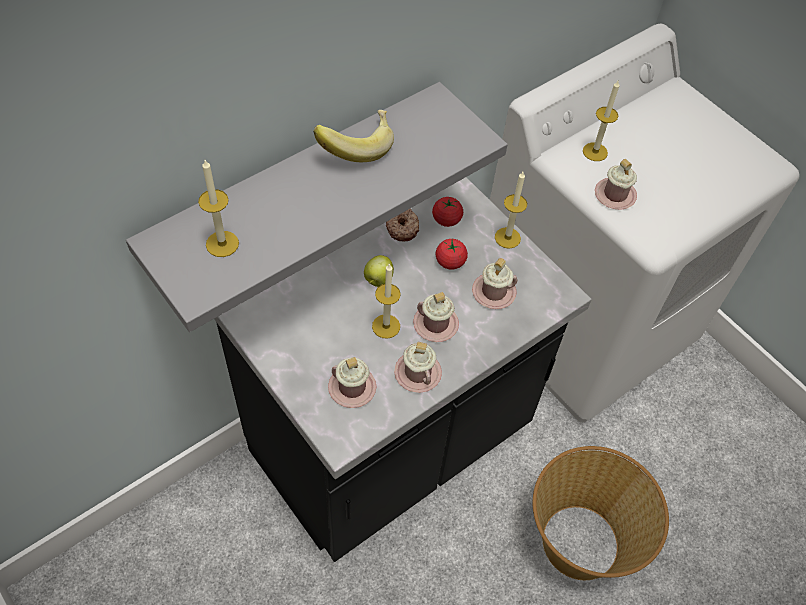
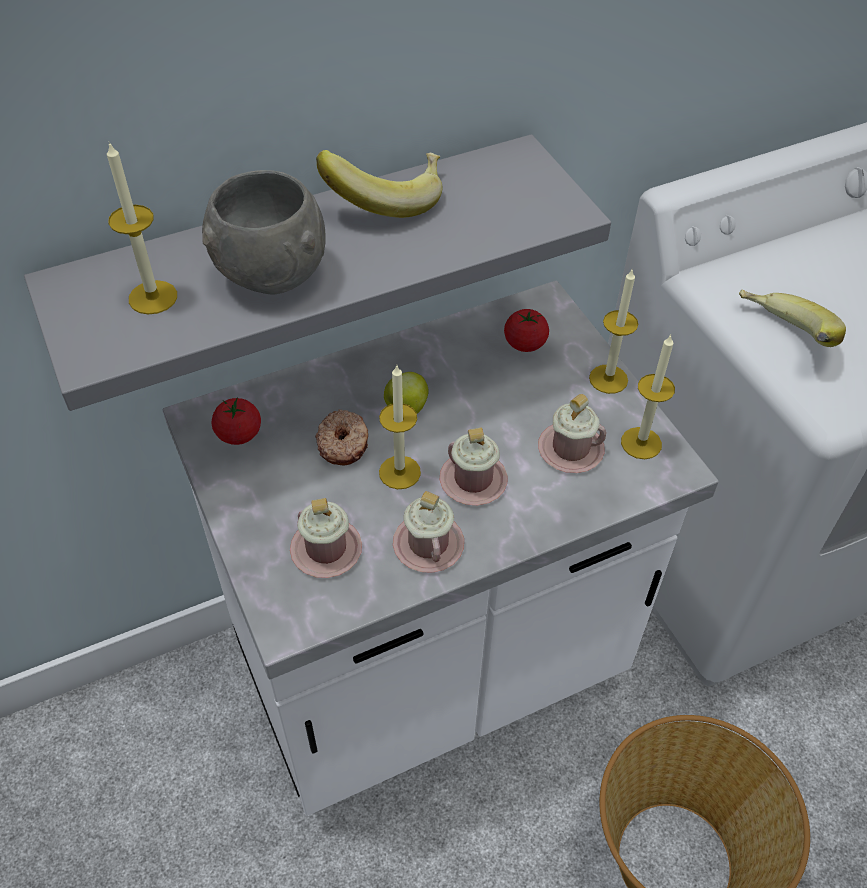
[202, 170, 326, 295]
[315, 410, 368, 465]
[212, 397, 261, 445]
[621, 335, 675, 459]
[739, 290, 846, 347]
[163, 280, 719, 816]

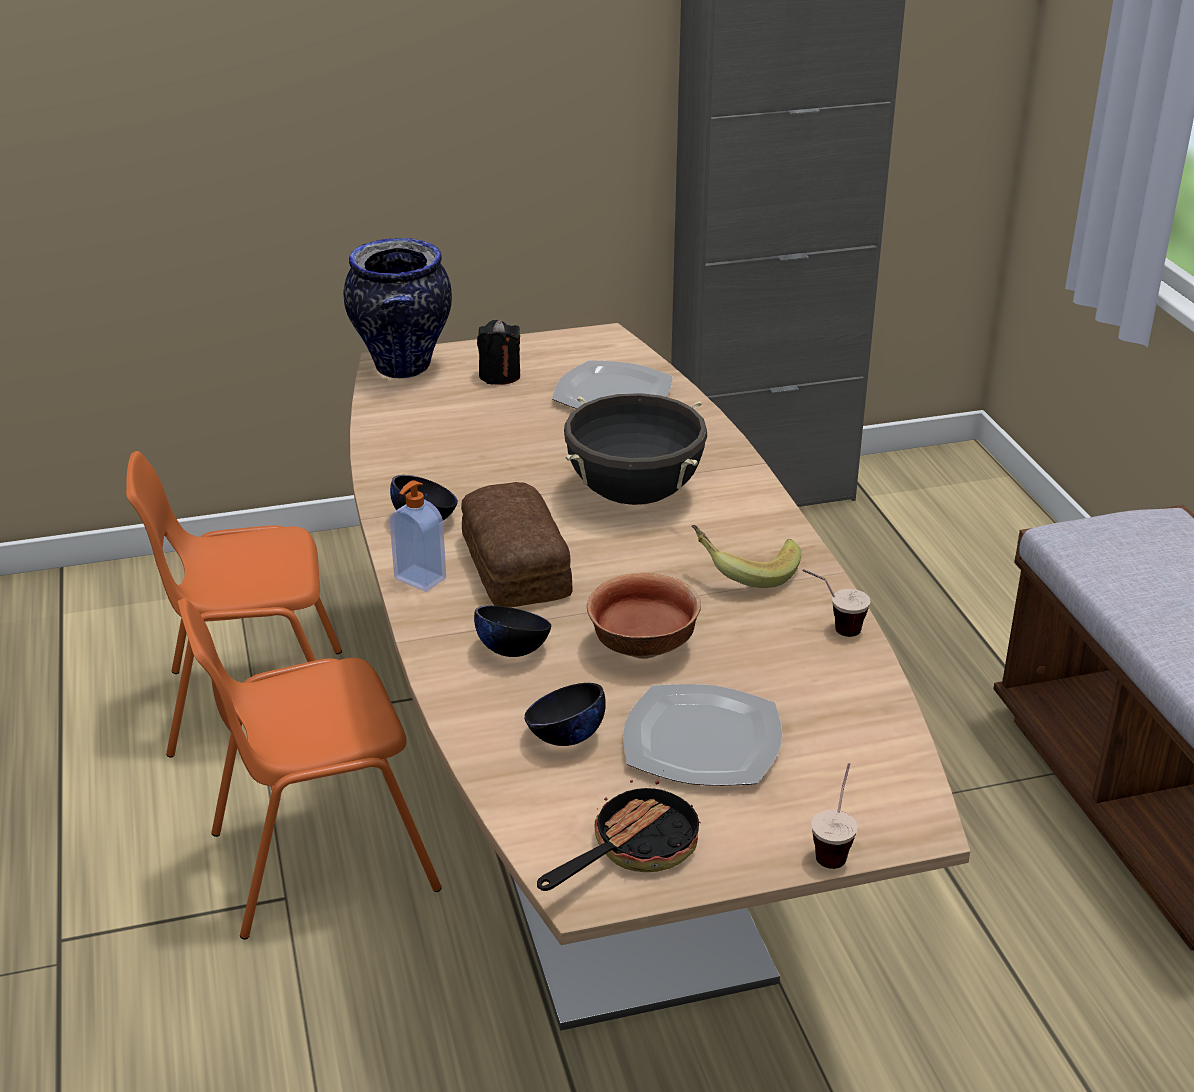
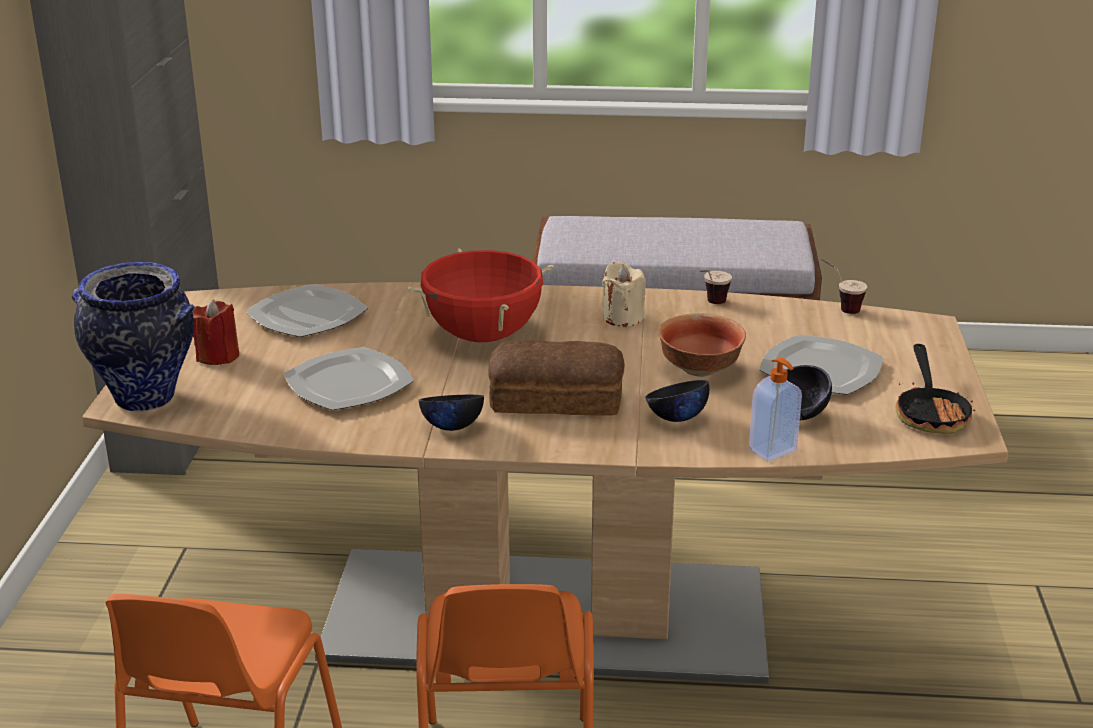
[284, 347, 414, 410]
[749, 358, 802, 461]
[821, 259, 867, 314]
[602, 262, 646, 327]
[192, 299, 239, 365]
[408, 248, 554, 342]
[895, 344, 975, 434]

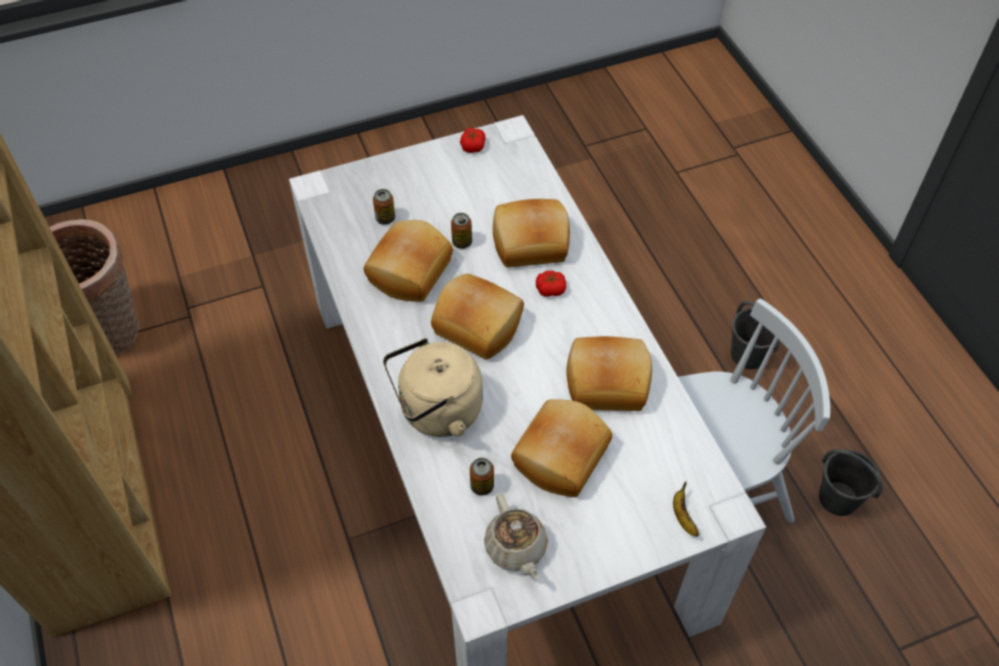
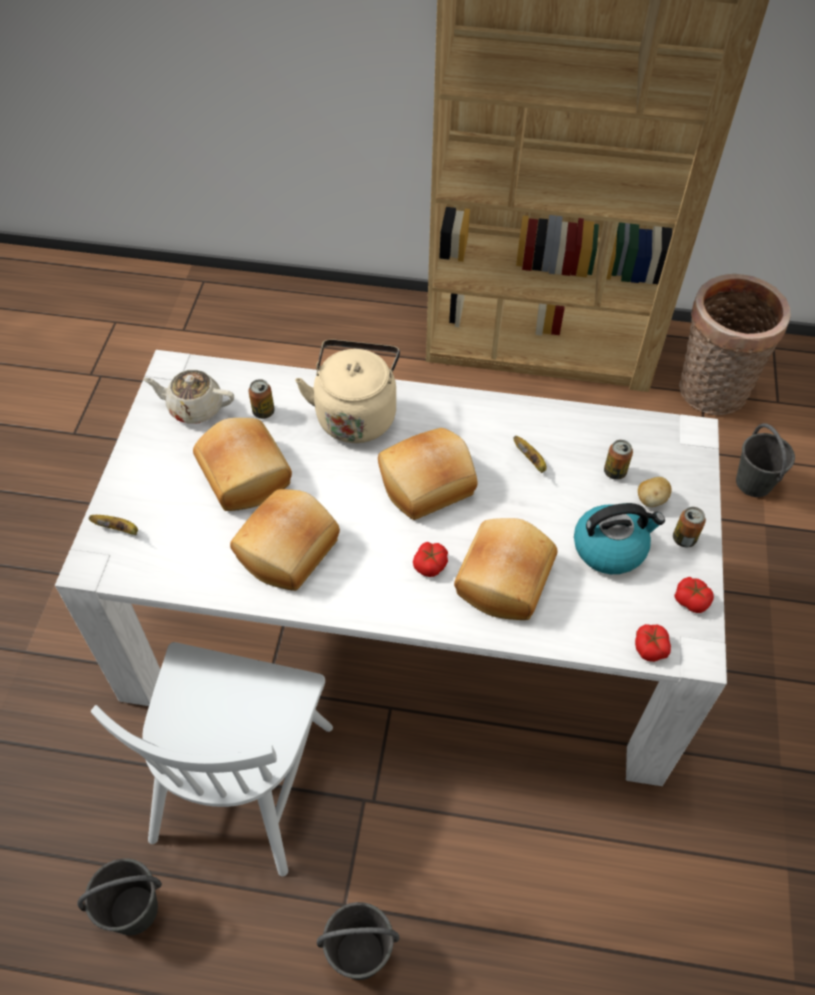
[574, 503, 665, 574]
[635, 624, 671, 662]
[638, 477, 672, 507]
[736, 423, 795, 497]
[673, 507, 706, 547]
[513, 436, 547, 473]

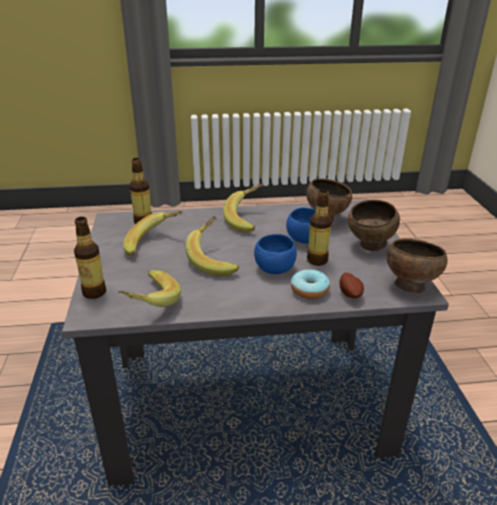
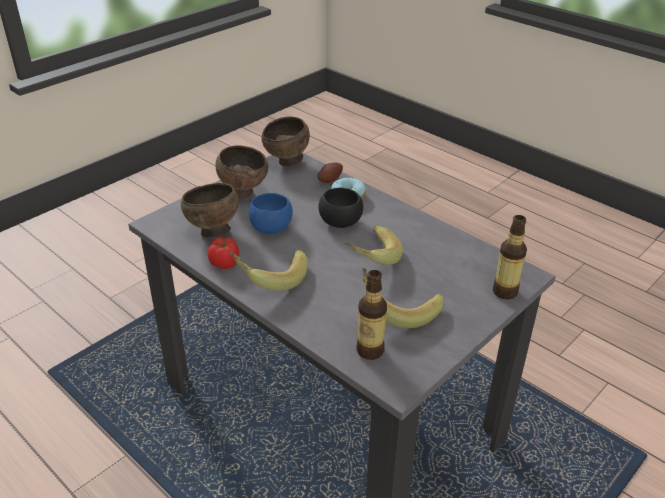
[118, 270, 181, 307] (first image)
[307, 190, 332, 266] (first image)
[208, 237, 239, 269]
[318, 187, 363, 228]

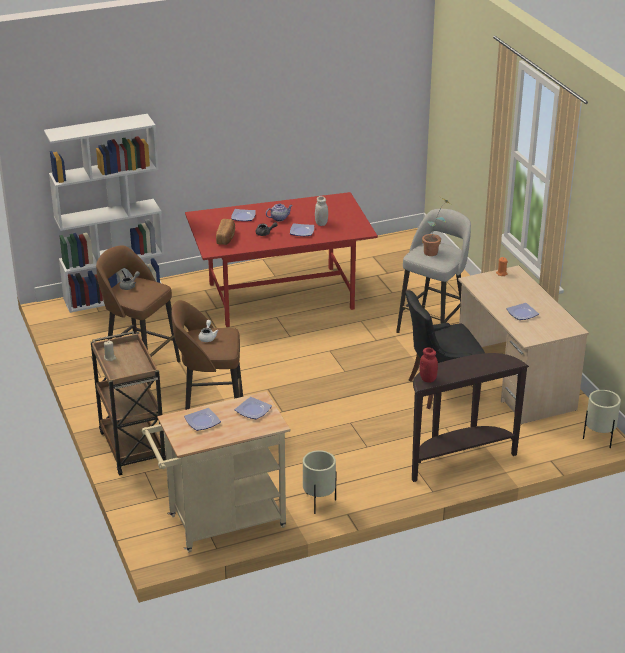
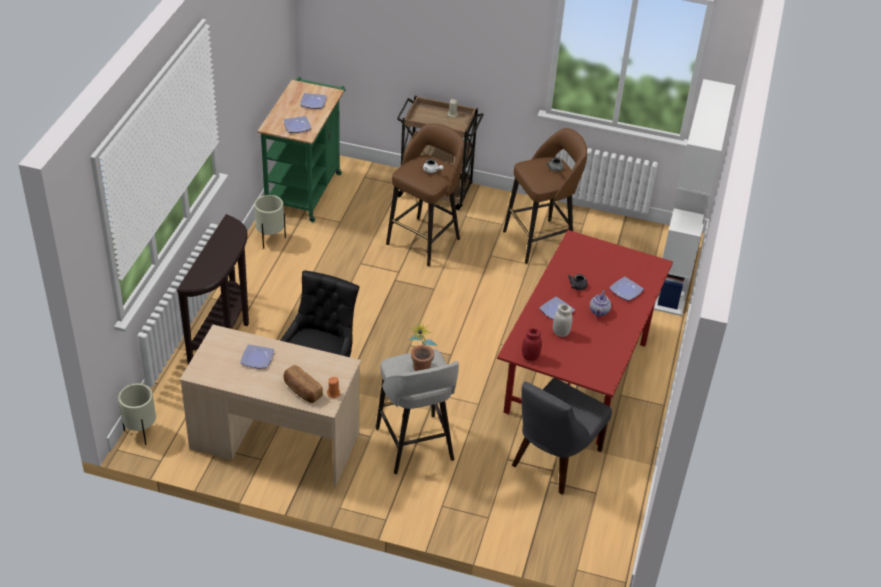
[512, 378, 612, 494]
[283, 365, 323, 403]
[522, 328, 542, 361]
[258, 77, 346, 222]

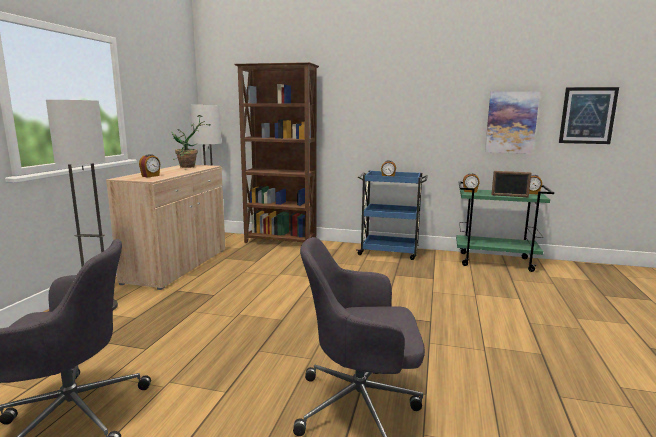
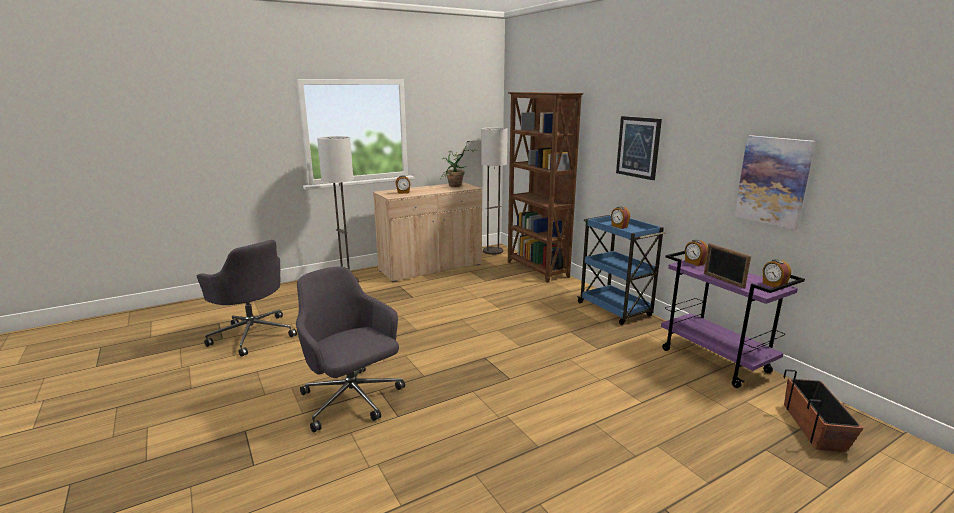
[784, 369, 864, 452]
[616, 116, 662, 180]
[661, 251, 805, 388]

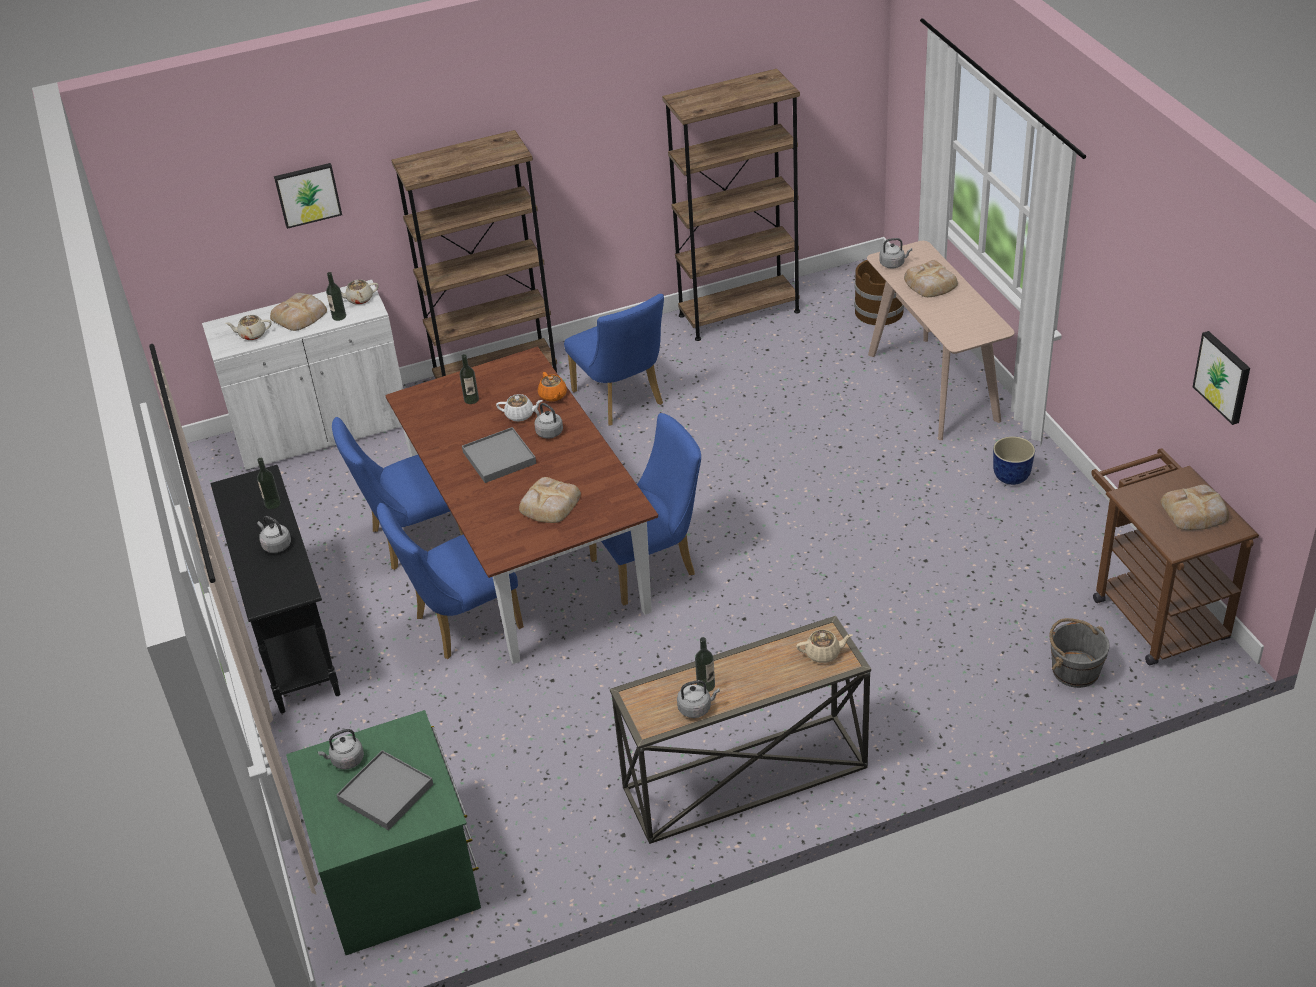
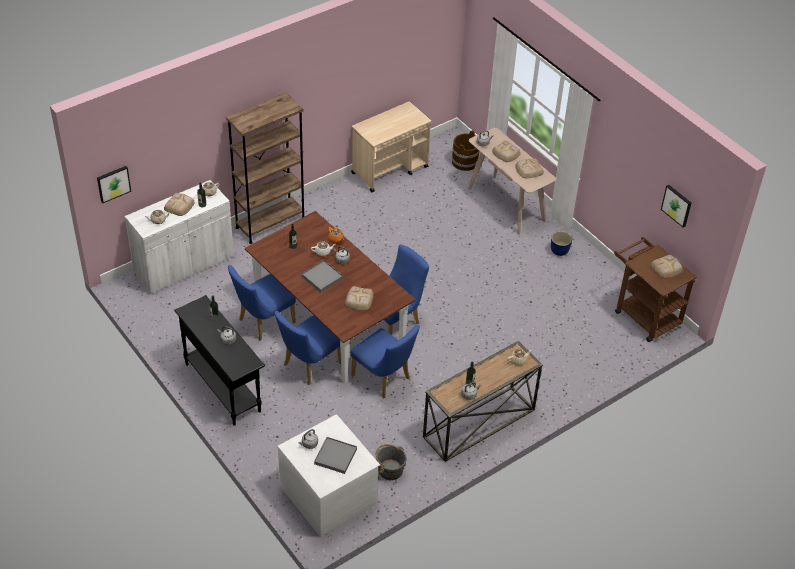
[515, 158, 544, 178]
[97, 166, 131, 203]
[351, 325, 420, 398]
[376, 444, 407, 480]
[351, 101, 432, 192]
[278, 414, 380, 537]

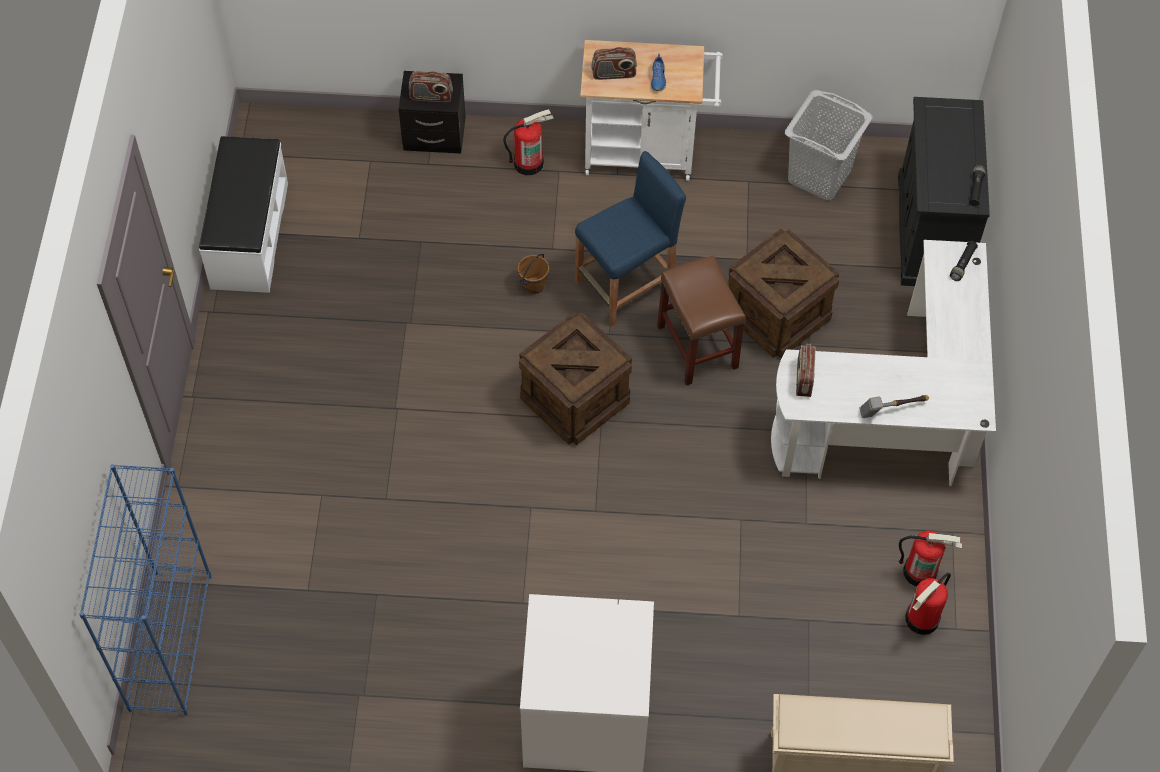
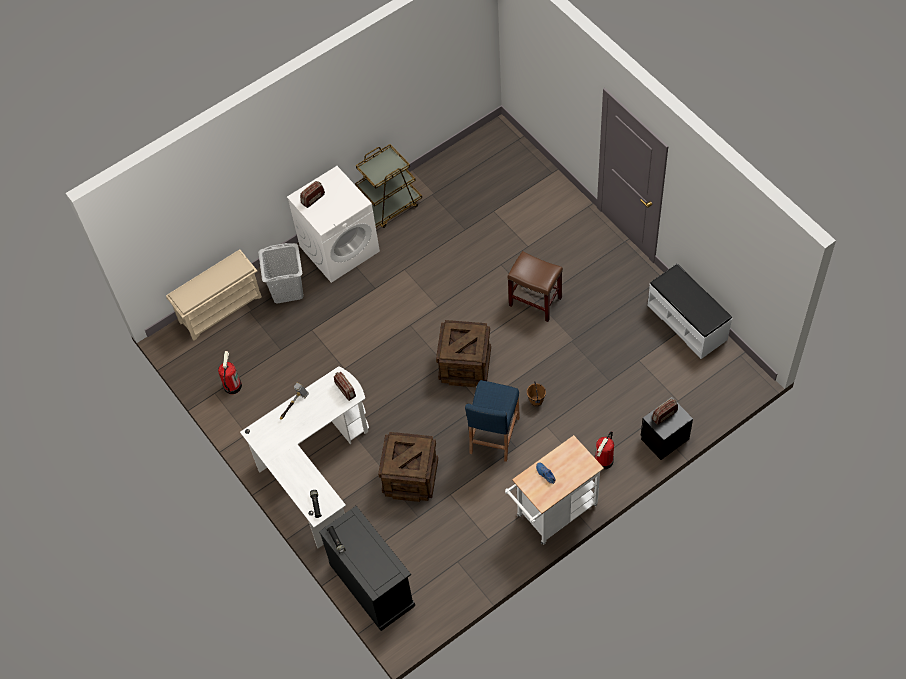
[79, 464, 212, 716] (first image)
[899, 530, 962, 587] (first image)
[355, 144, 422, 228]
[300, 181, 325, 208]
[508, 251, 563, 322]
[258, 243, 304, 304]

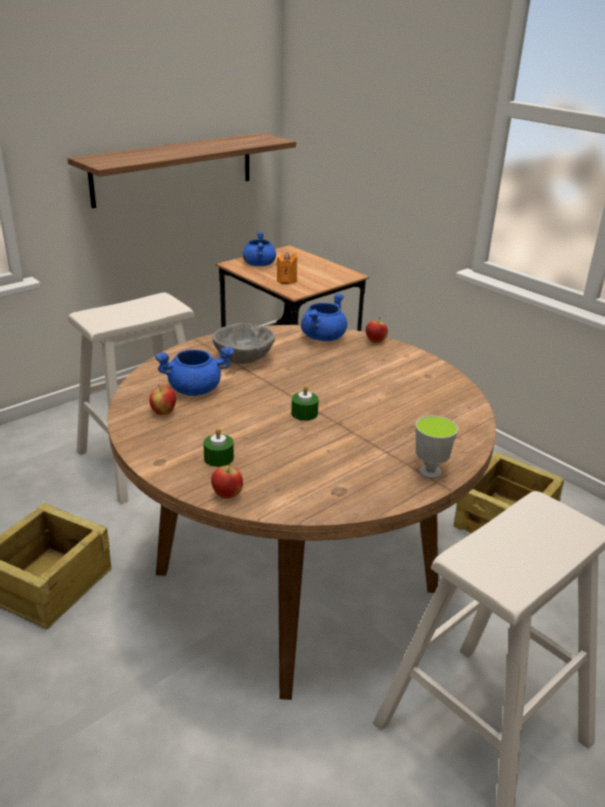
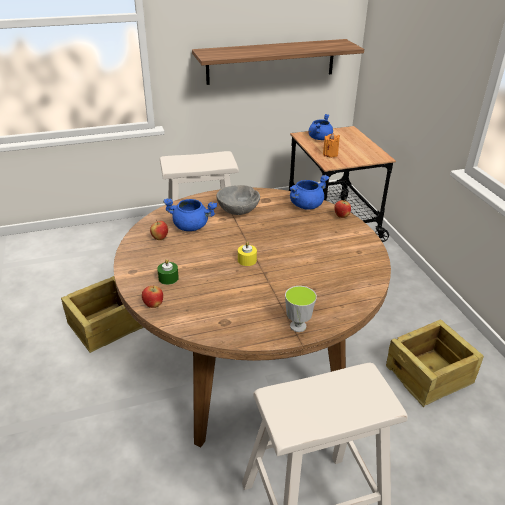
[238, 241, 257, 266]

